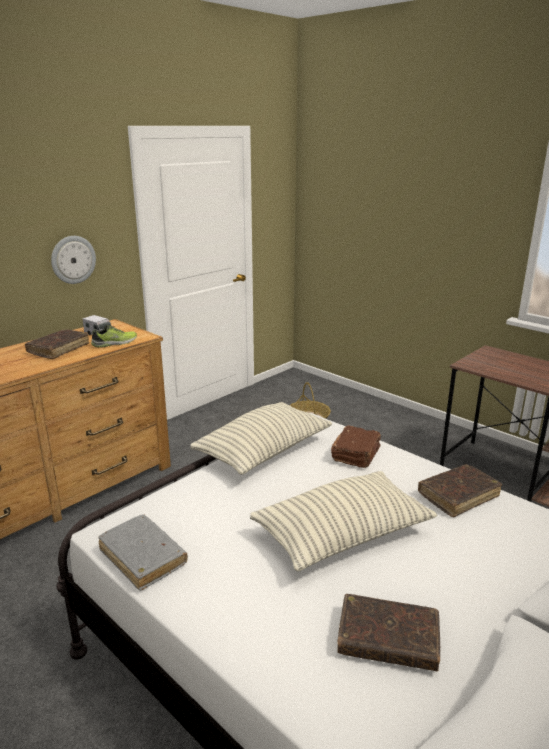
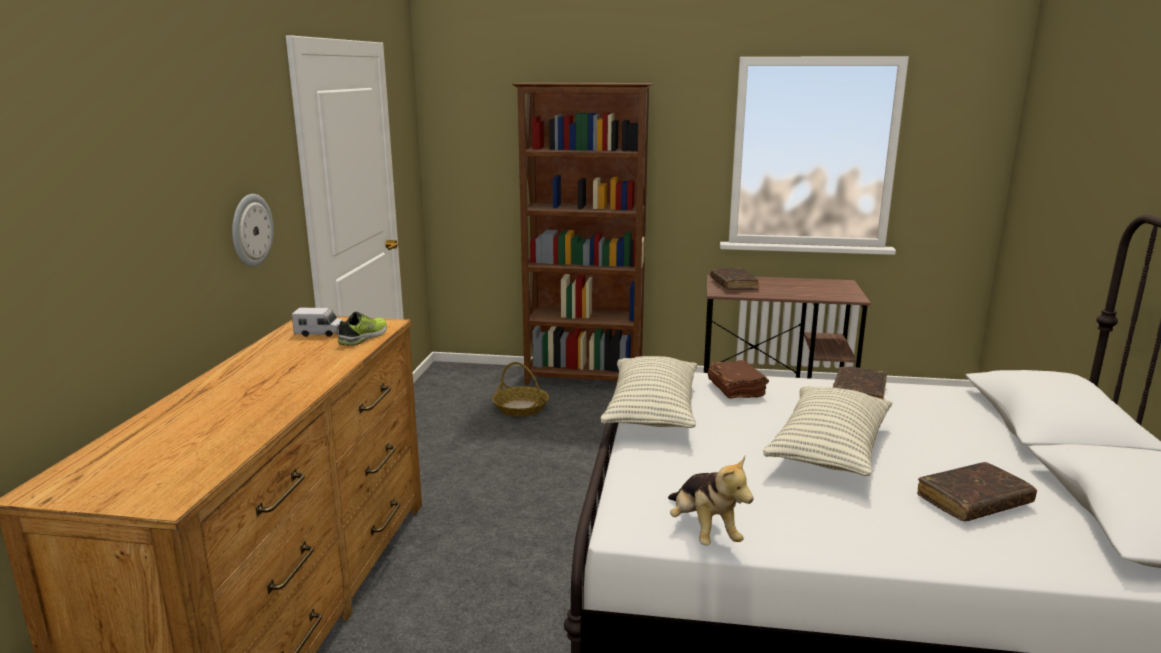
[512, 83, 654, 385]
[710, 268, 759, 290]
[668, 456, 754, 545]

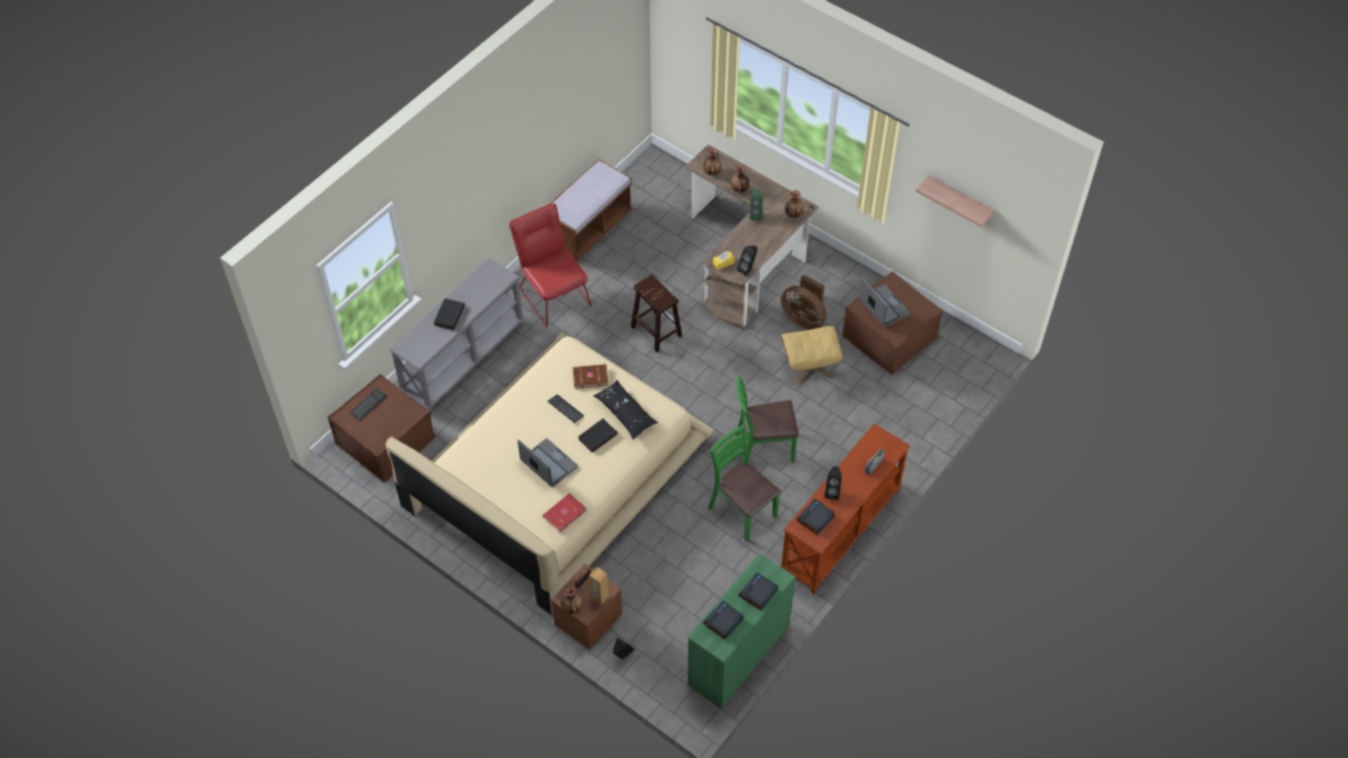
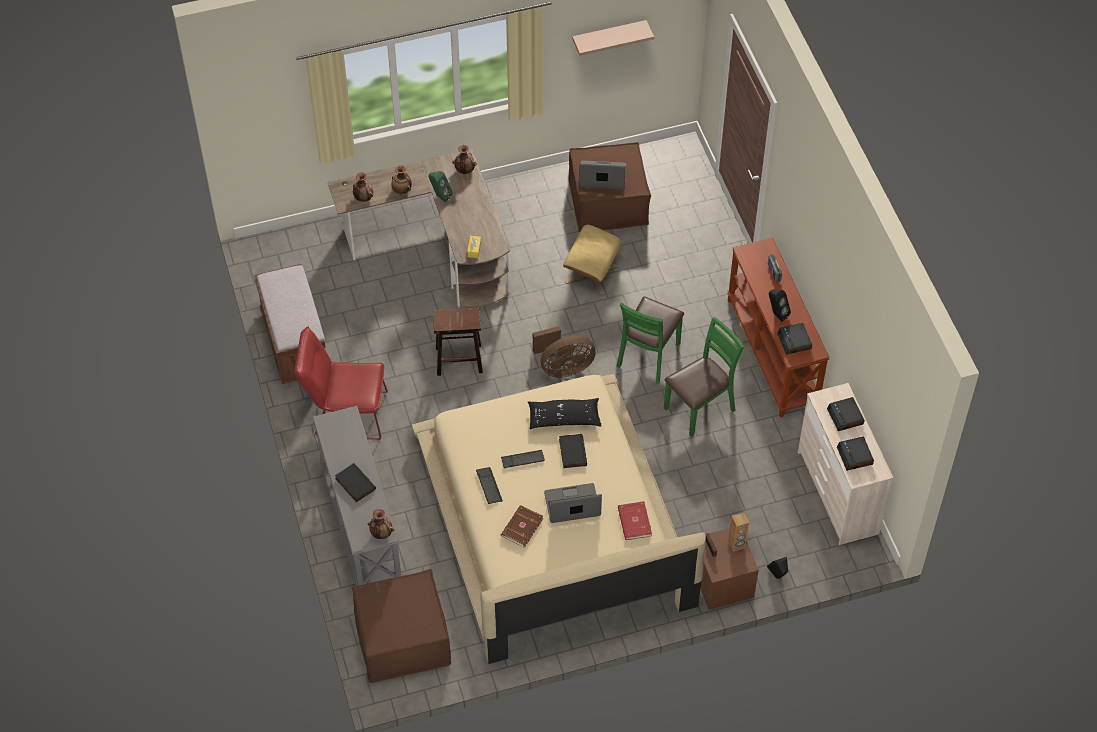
[737, 246, 758, 276] (first image)
[476, 467, 503, 504]
[368, 509, 394, 539]
[501, 505, 543, 548]
[533, 326, 596, 378]
[798, 383, 894, 545]
[664, 317, 744, 437]

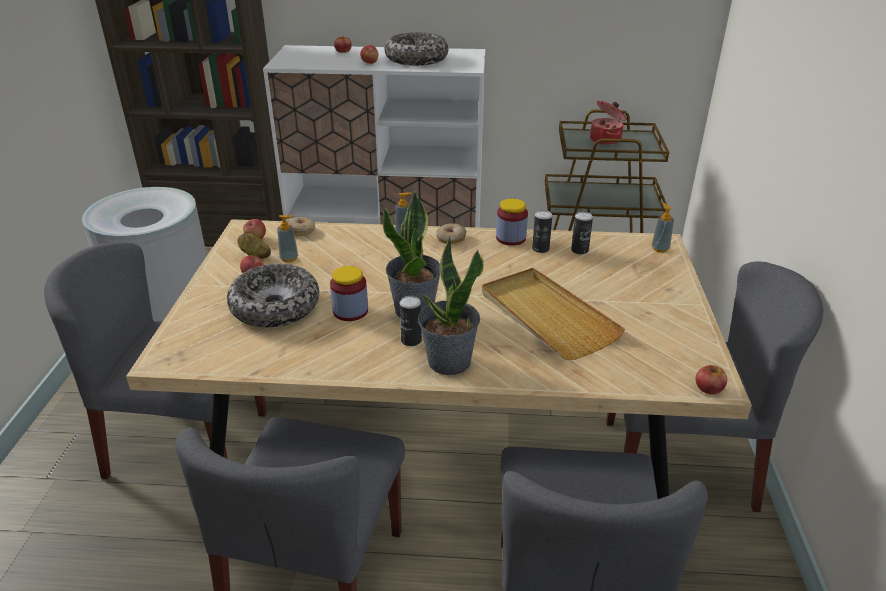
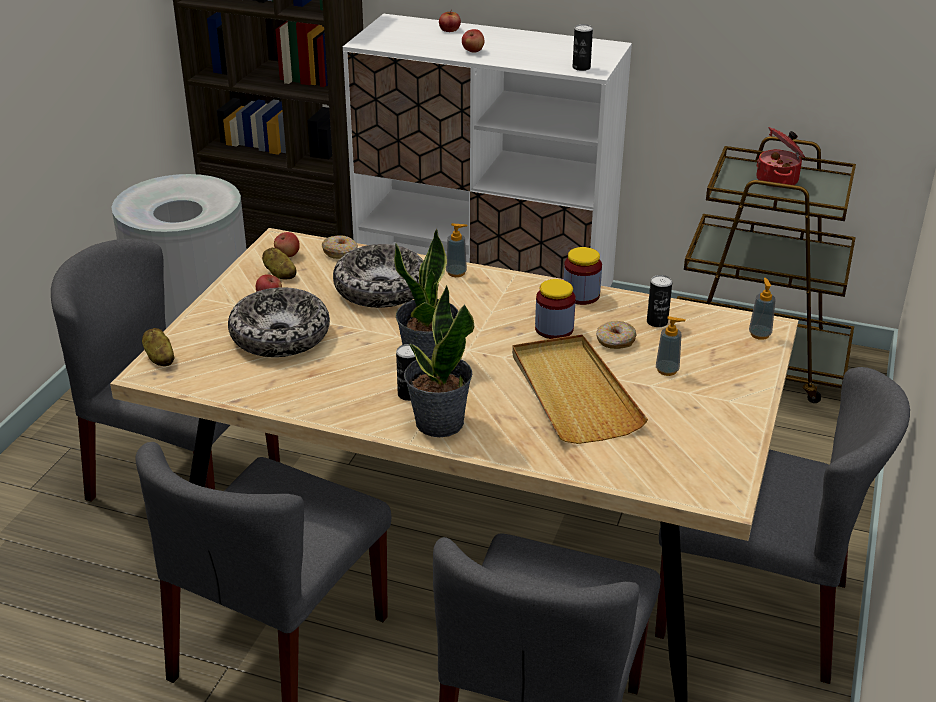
[696, 365, 727, 394] (first image)
[142, 328, 174, 366]
[656, 316, 686, 376]
[535, 279, 576, 339]
[333, 244, 423, 308]
[596, 321, 637, 349]
[573, 24, 593, 71]

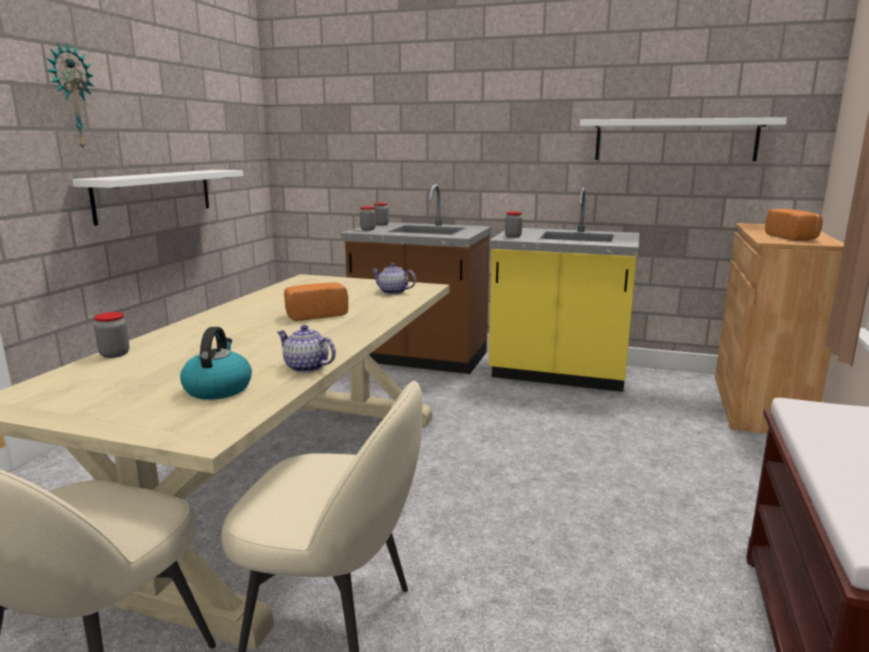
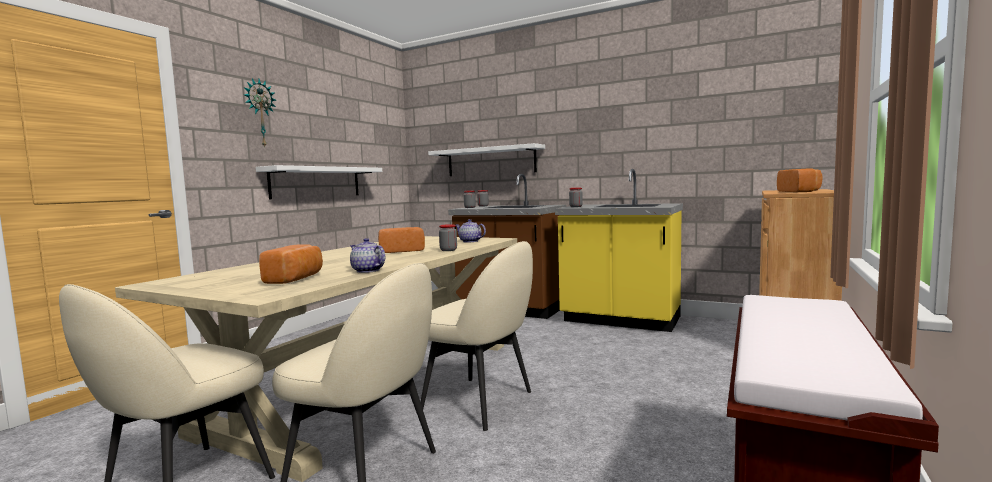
[420, 241, 533, 431]
[439, 224, 457, 251]
[428, 143, 545, 176]
[259, 244, 323, 284]

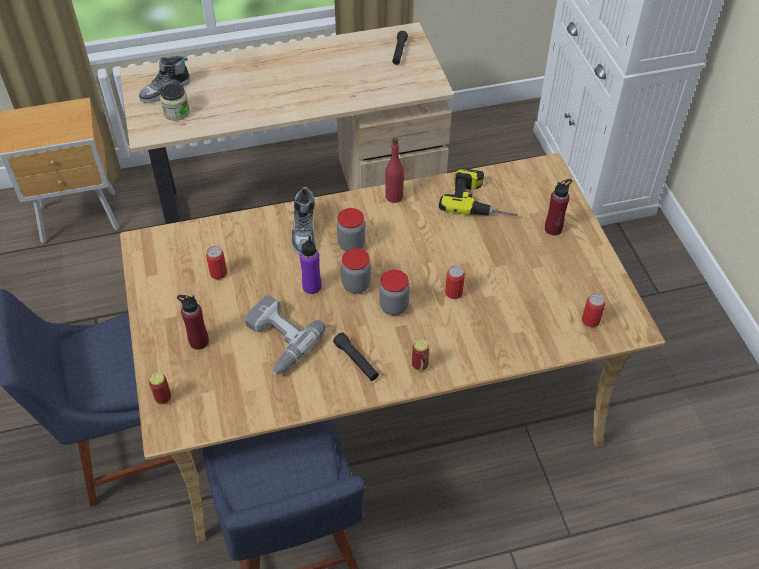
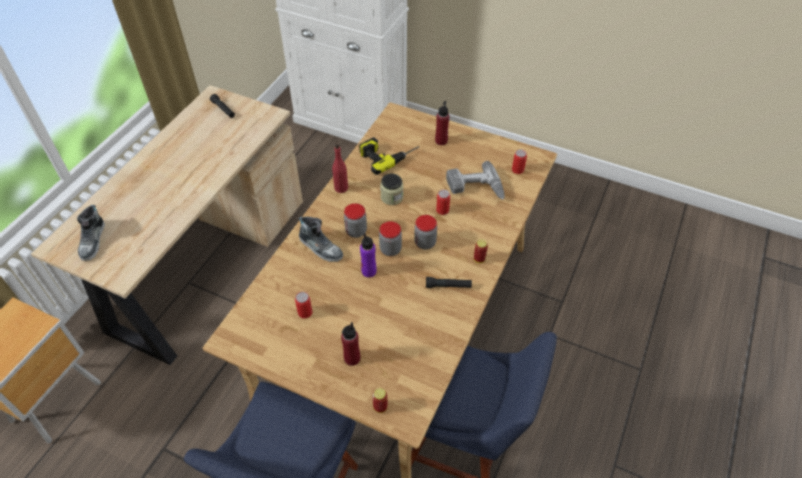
[380, 173, 403, 205]
[446, 161, 505, 199]

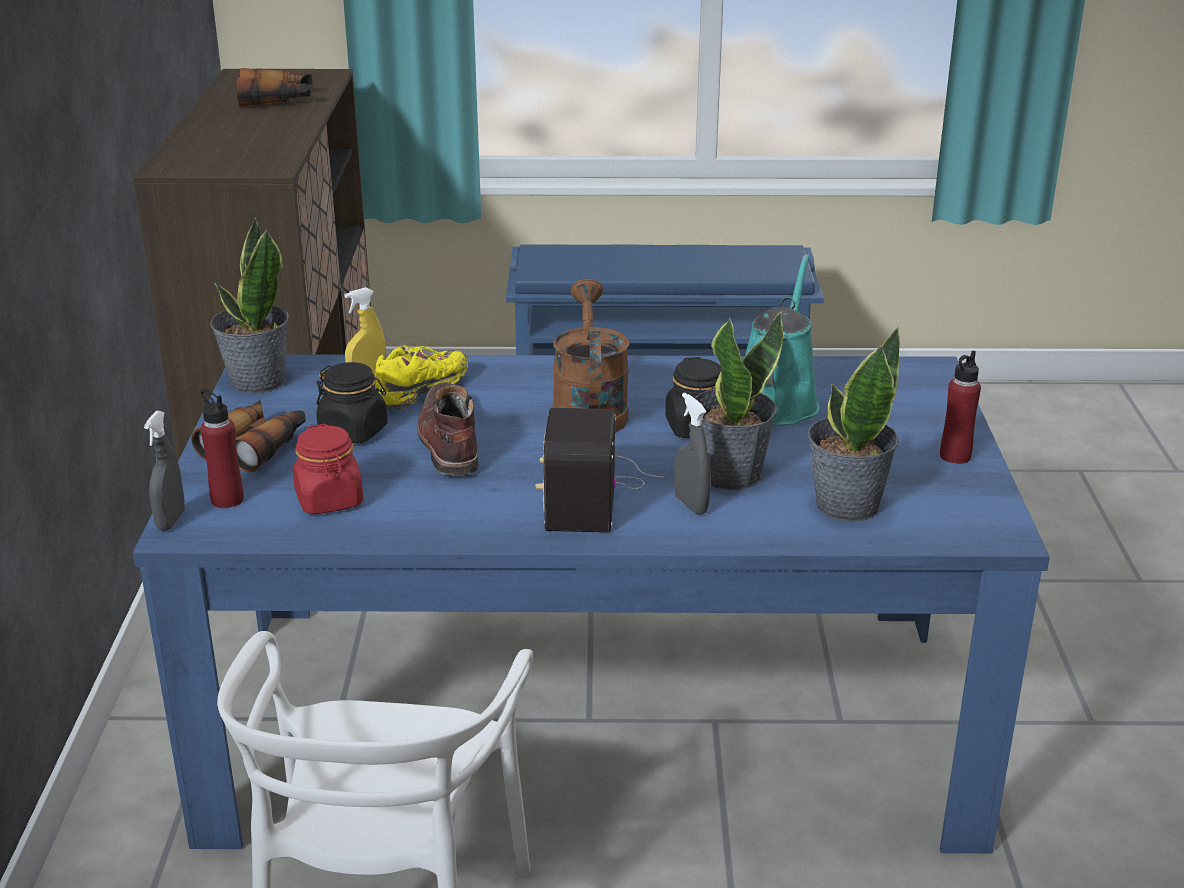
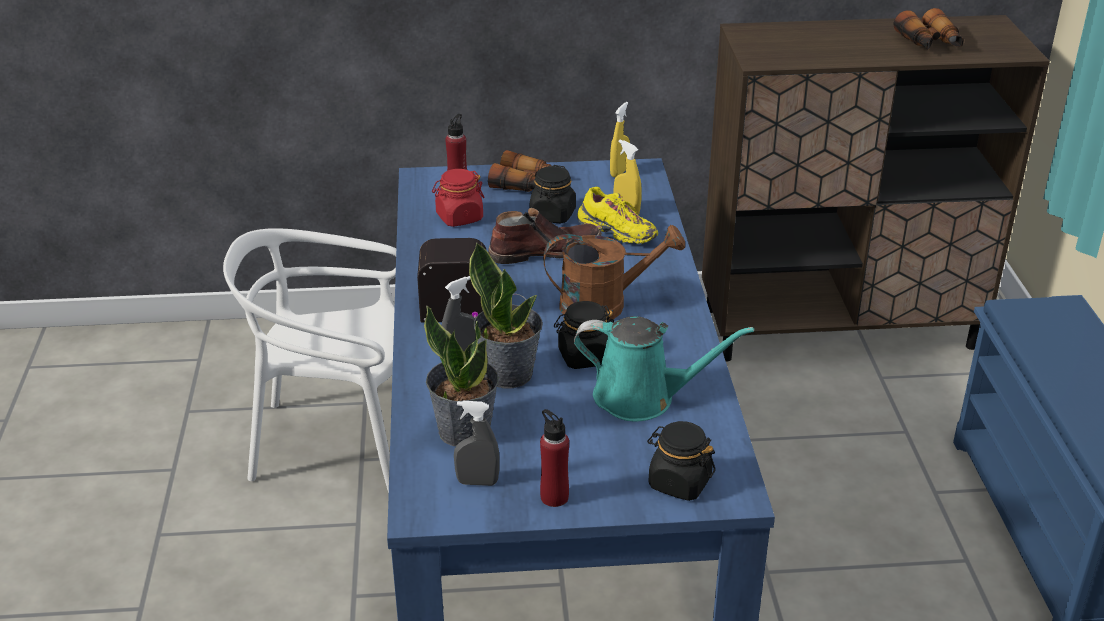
[647, 421, 716, 501]
[454, 401, 500, 486]
[610, 102, 630, 178]

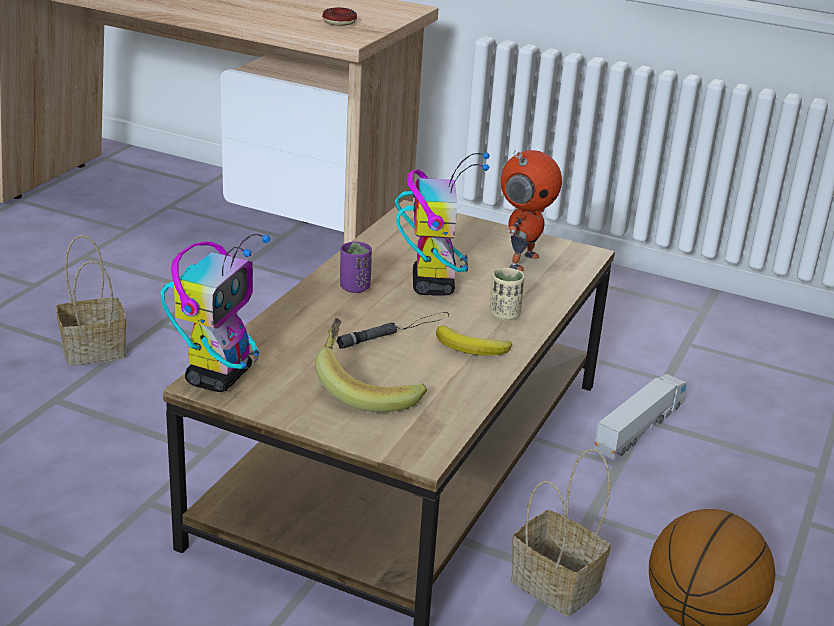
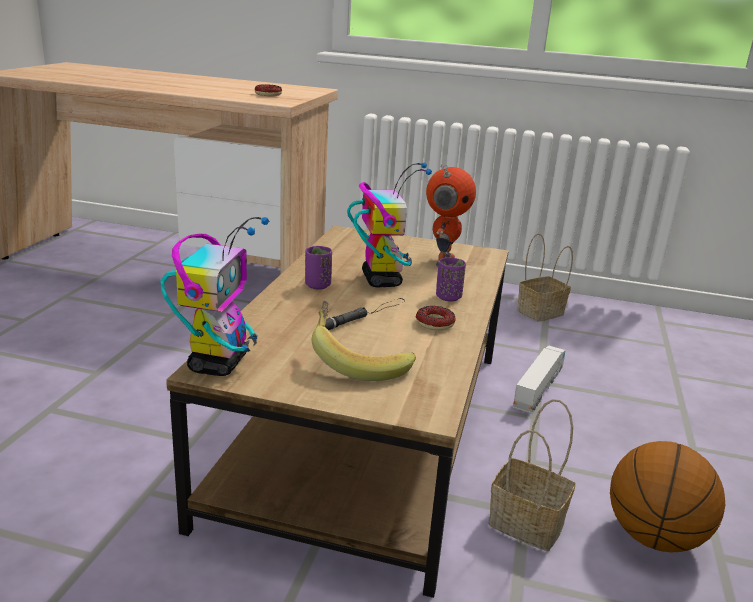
[517, 233, 573, 322]
[416, 306, 456, 331]
[436, 258, 466, 302]

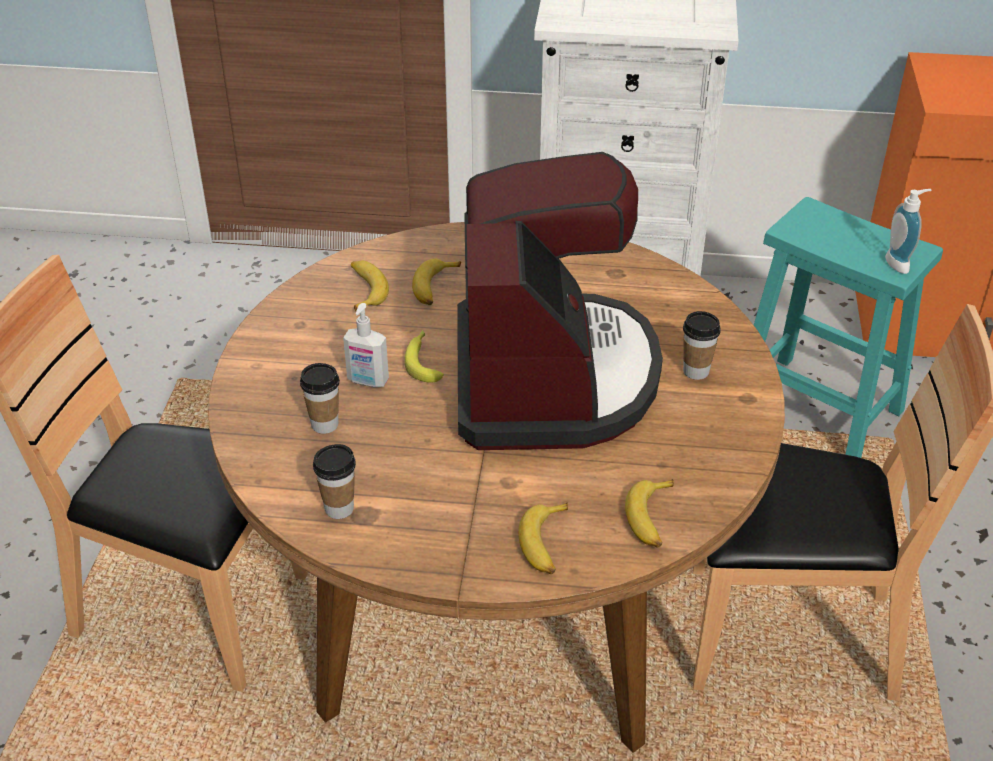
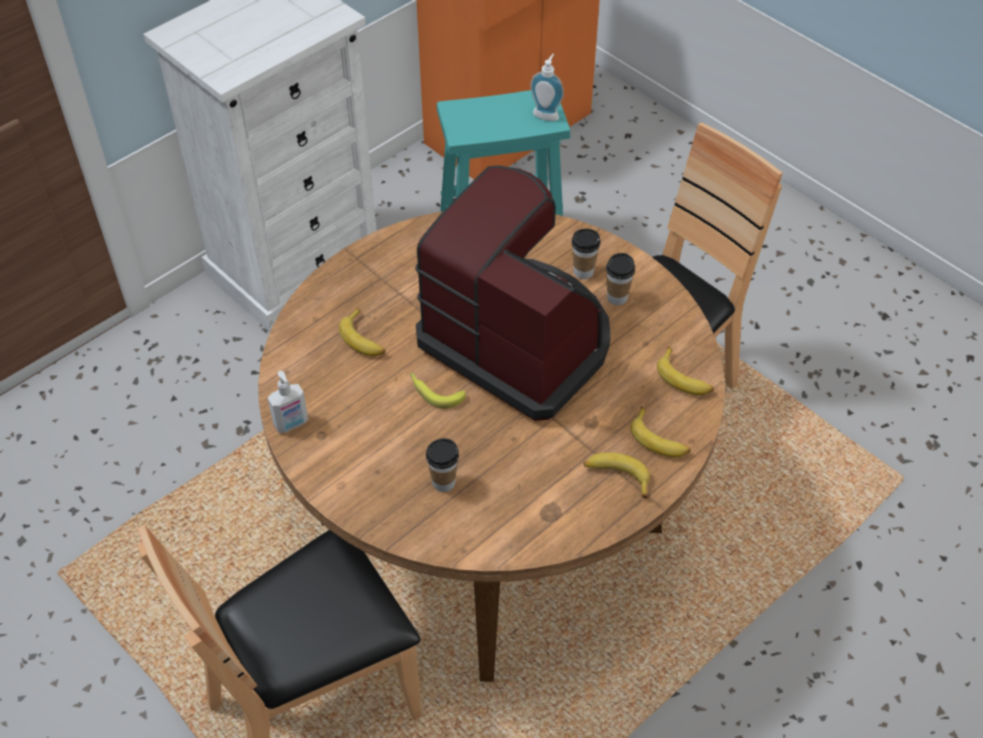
[606, 253, 635, 305]
[268, 371, 308, 433]
[583, 452, 650, 498]

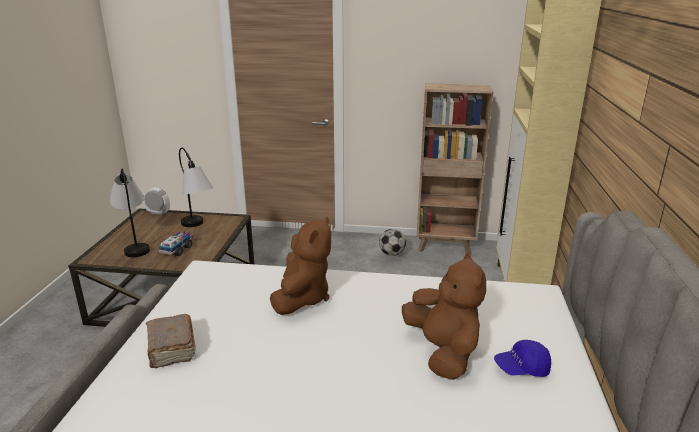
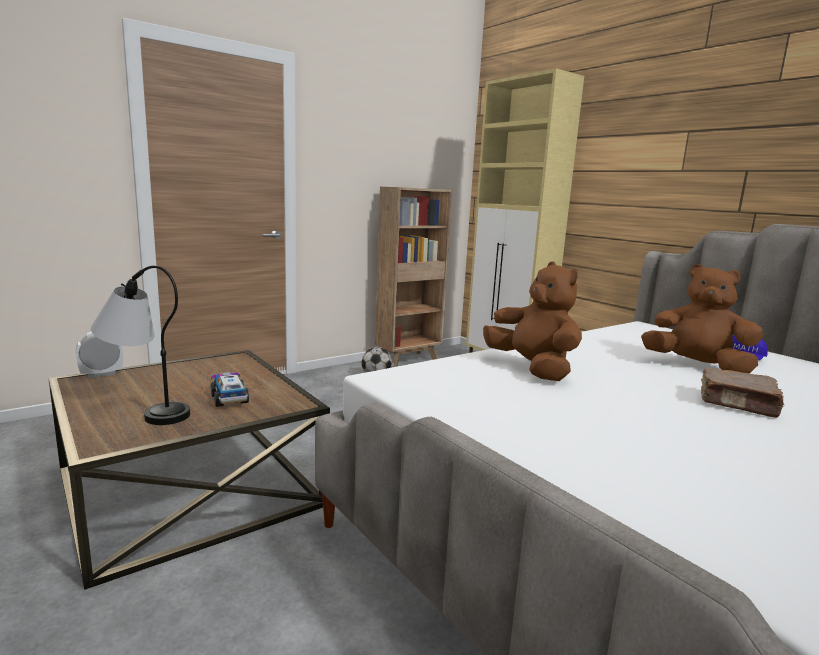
[179, 148, 213, 227] (first image)
[701, 368, 784, 418]

